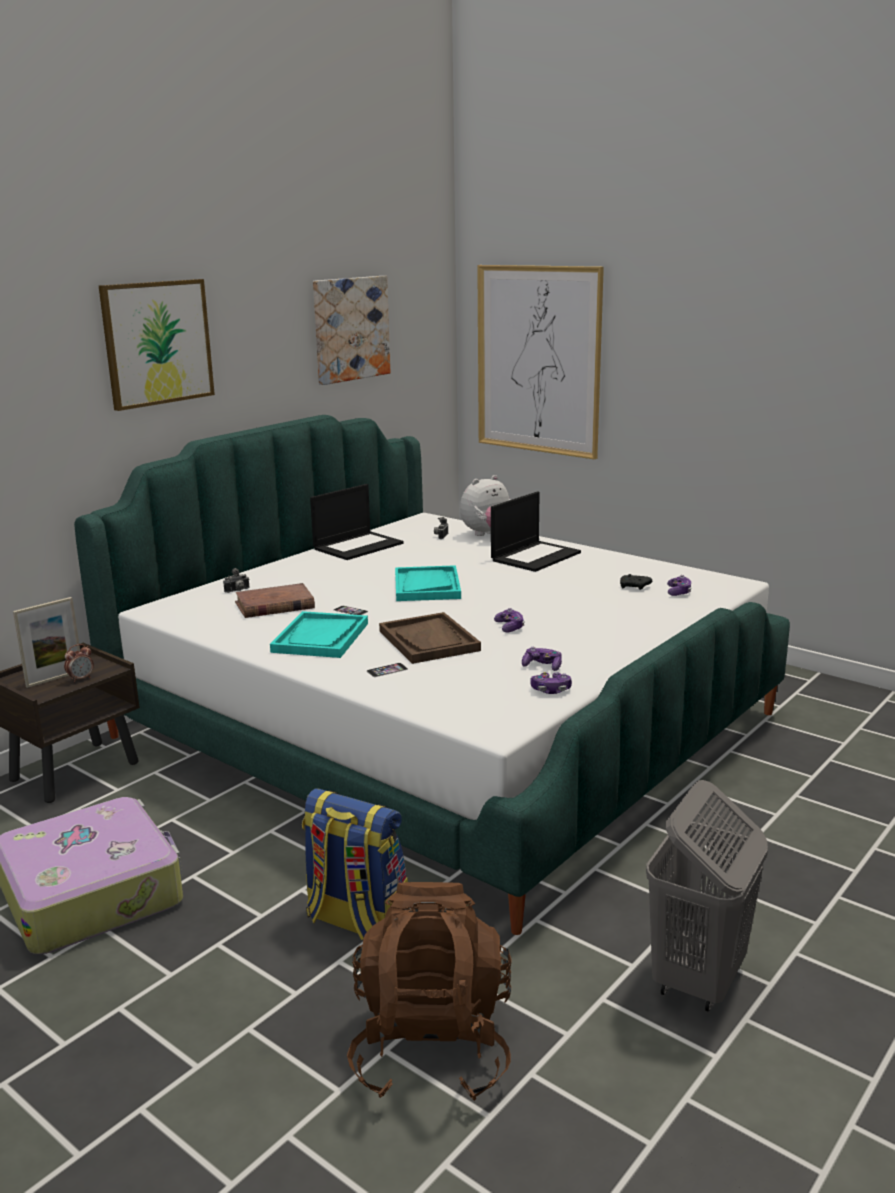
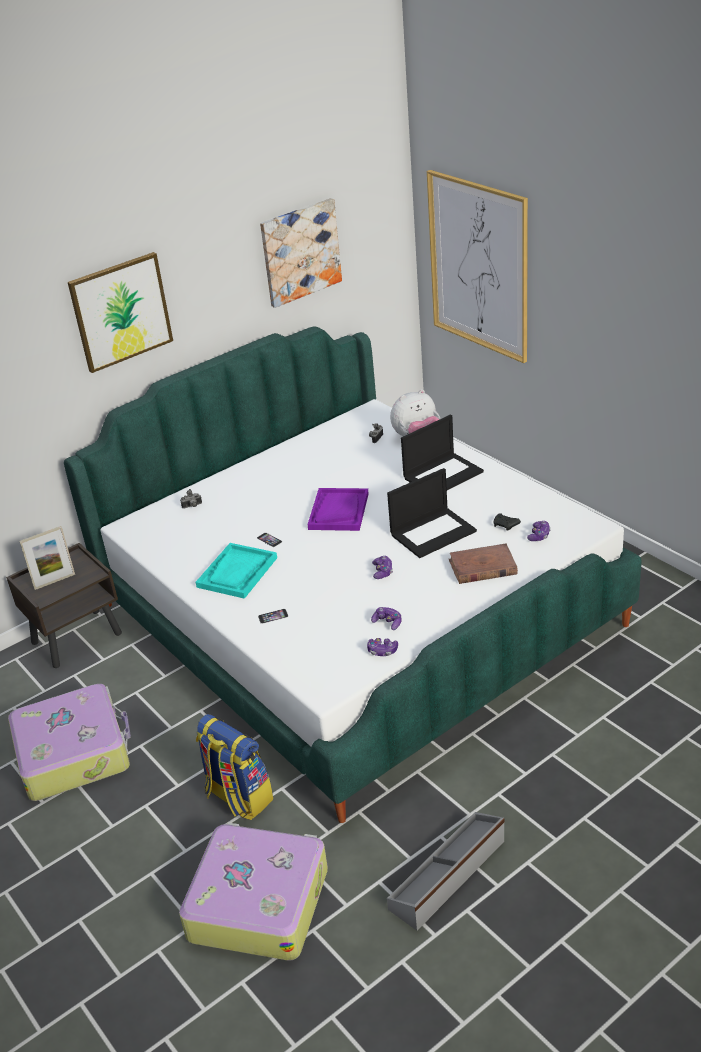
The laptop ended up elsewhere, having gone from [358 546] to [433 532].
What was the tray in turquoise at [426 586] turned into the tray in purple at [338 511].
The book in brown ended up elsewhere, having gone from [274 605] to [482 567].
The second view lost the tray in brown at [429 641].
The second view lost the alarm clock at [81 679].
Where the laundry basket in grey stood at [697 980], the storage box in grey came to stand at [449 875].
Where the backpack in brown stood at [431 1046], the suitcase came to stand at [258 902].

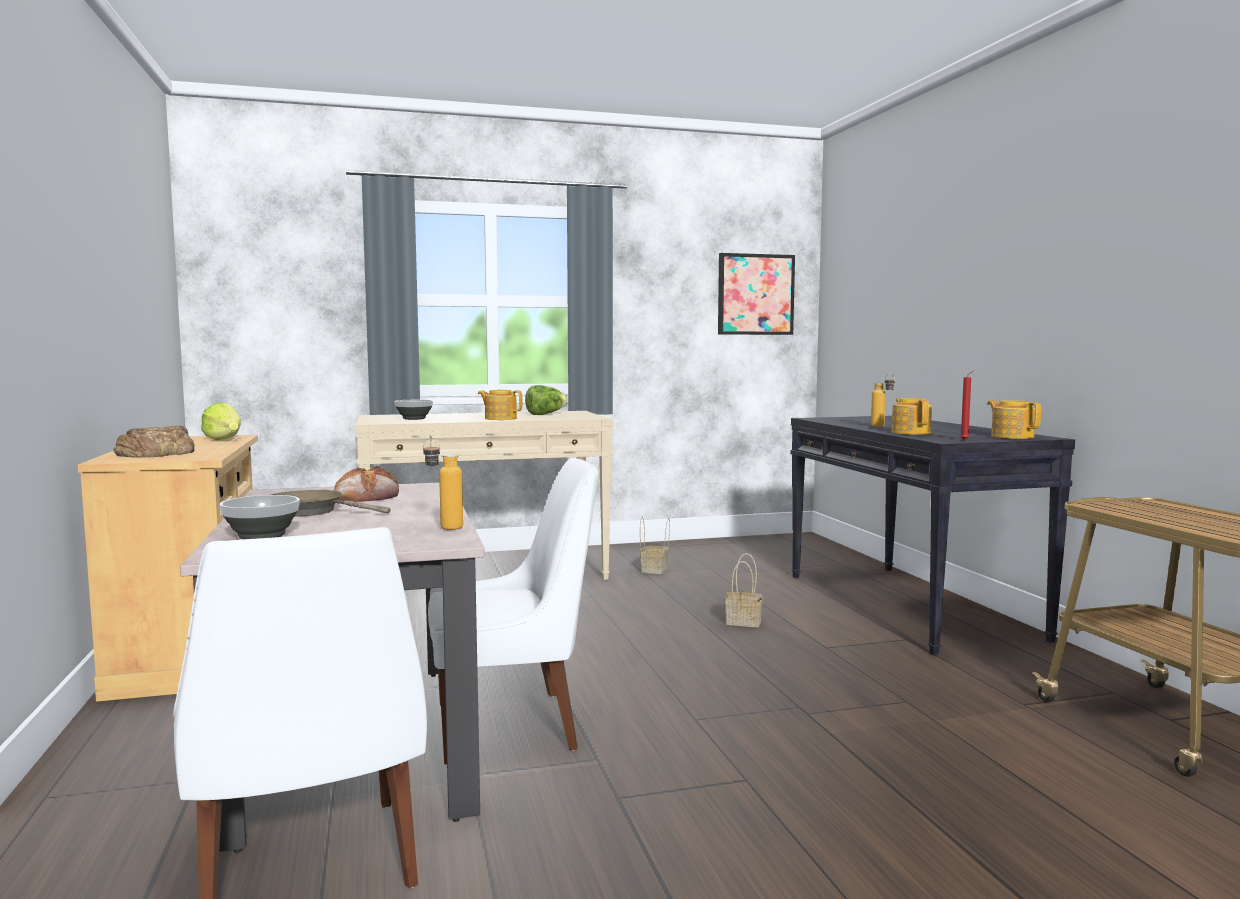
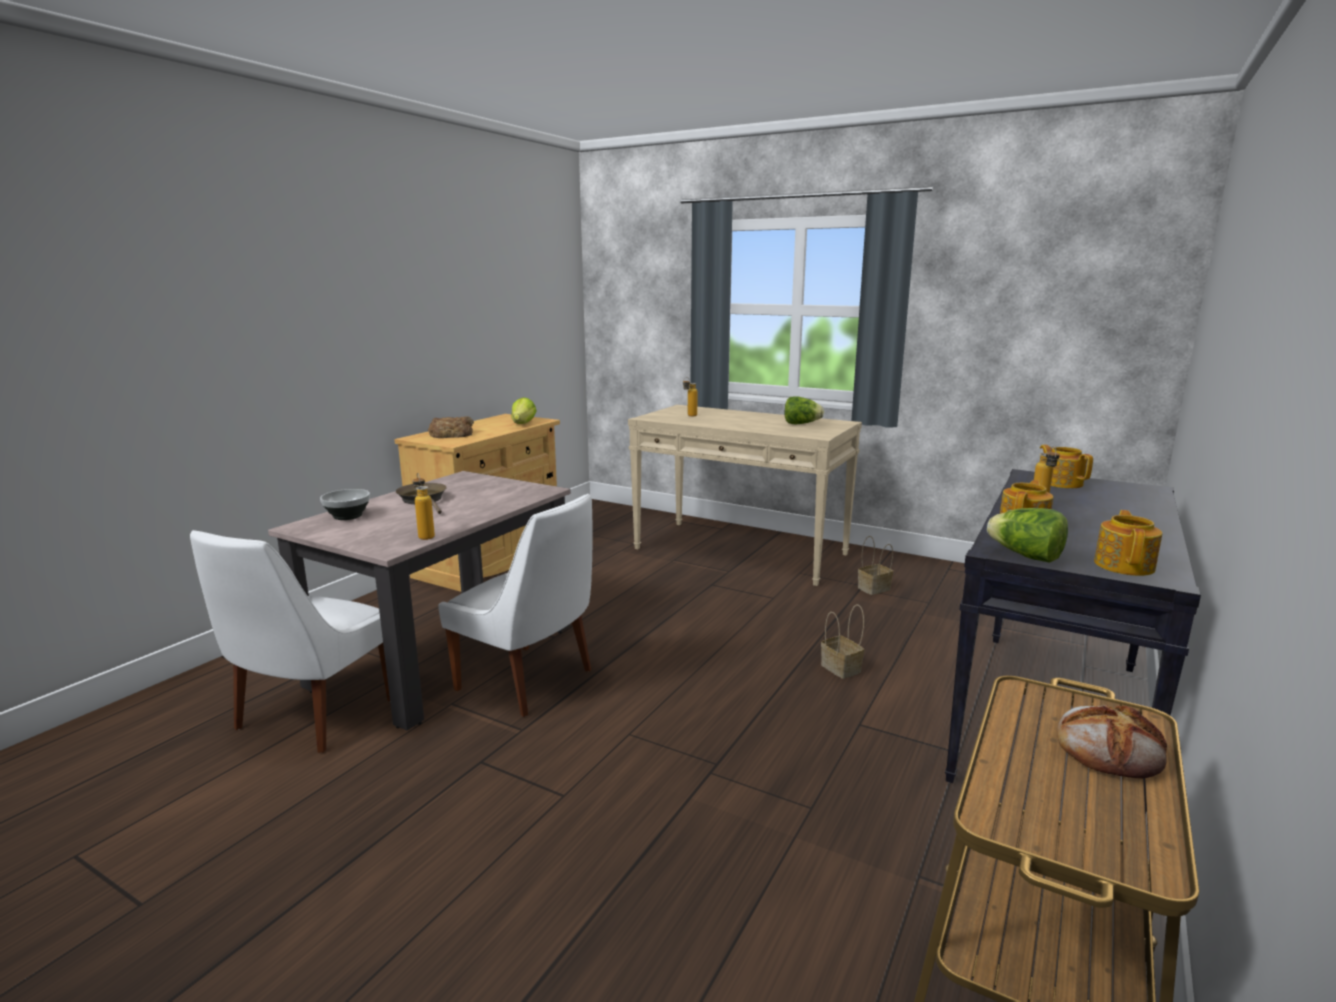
The second view lost the picture at [755 294].
Where the candle in red stood at [965 440], the lettuce came to stand at [1026 556].
The teapot ended up elsewhere, having gone from [500 418] to [1061 483].
Where the bowl stood at [414 418], the bottle came to stand at [689 416].
The bread ended up elsewhere, having gone from [367 496] to [1110 748].

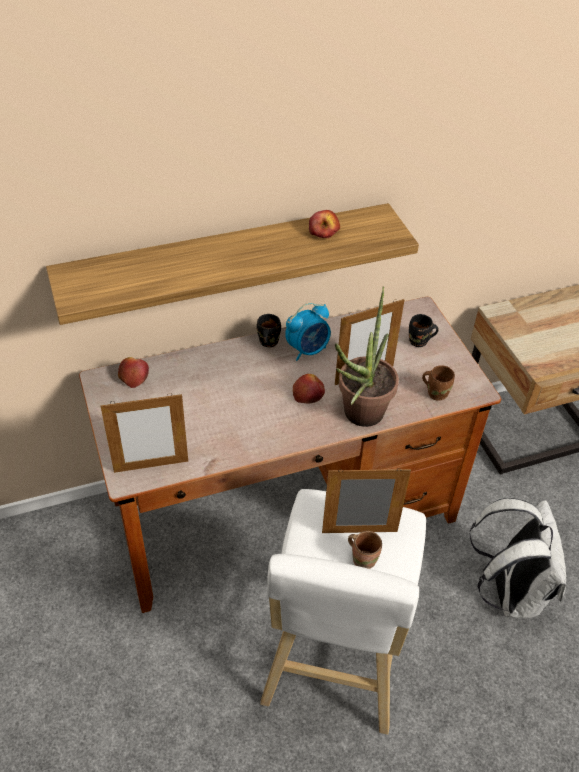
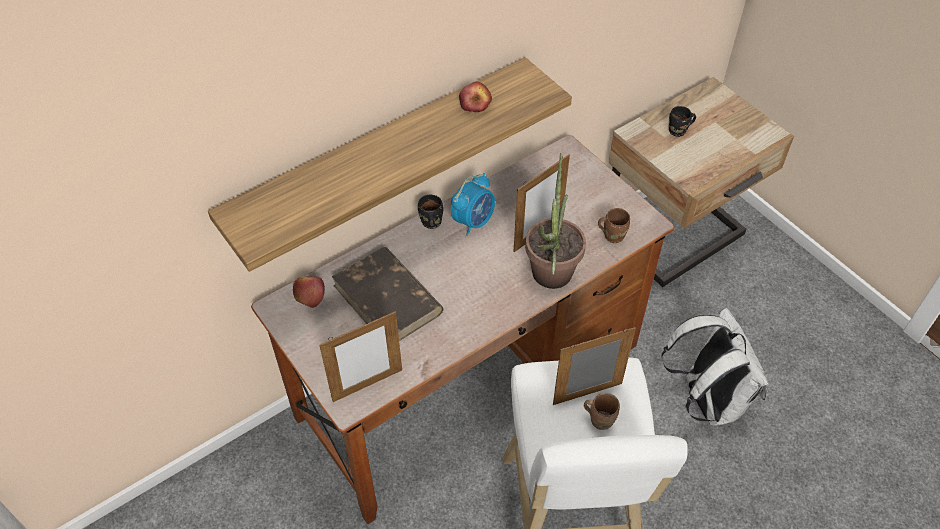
The mug in black ended up elsewhere, having gone from [419 342] to [678 131].
The second view lost the apple at [308 393].
The second view gained the book in brown at [388 300].

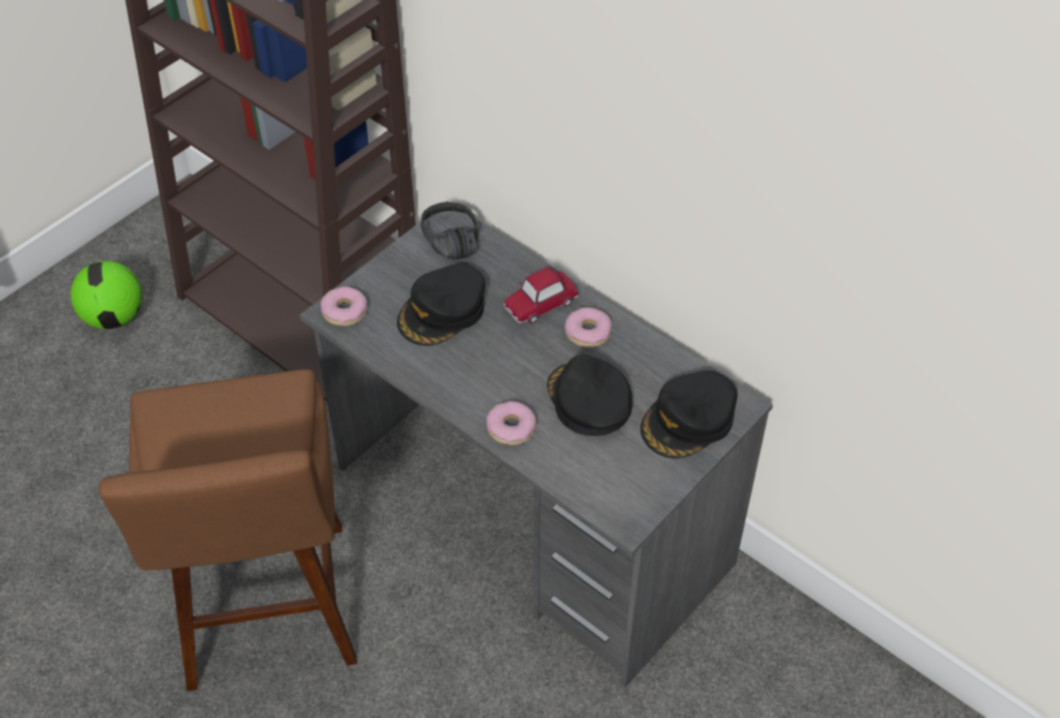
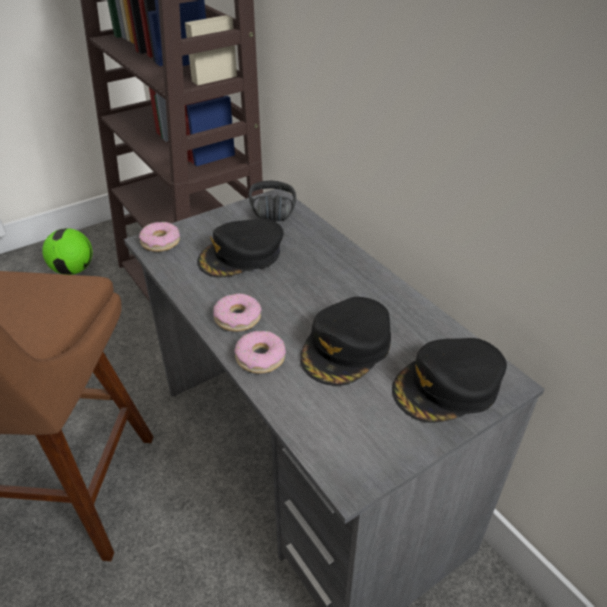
The second view lost the toy car at [540 303].
The donut ended up elsewhere, having gone from [588 332] to [237 318].
The cap in black at [588 400] ended up facing another way, 135 degrees counterclockwise from before.

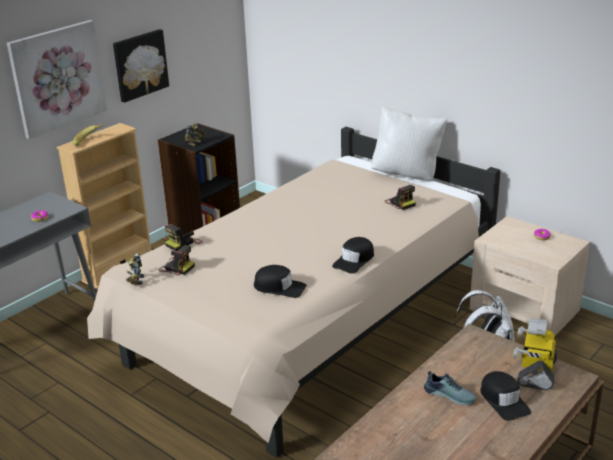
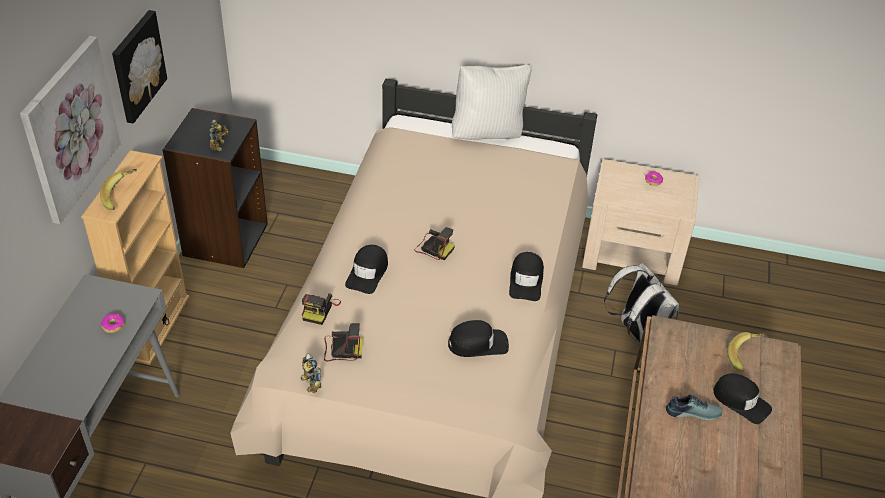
The photo camera ended up elsewhere, having gone from [400 203] to [433 248].
Where the toy robot stood at [535 371], the banana came to stand at [746 357].
The second view gained the cap in black at [368 273].

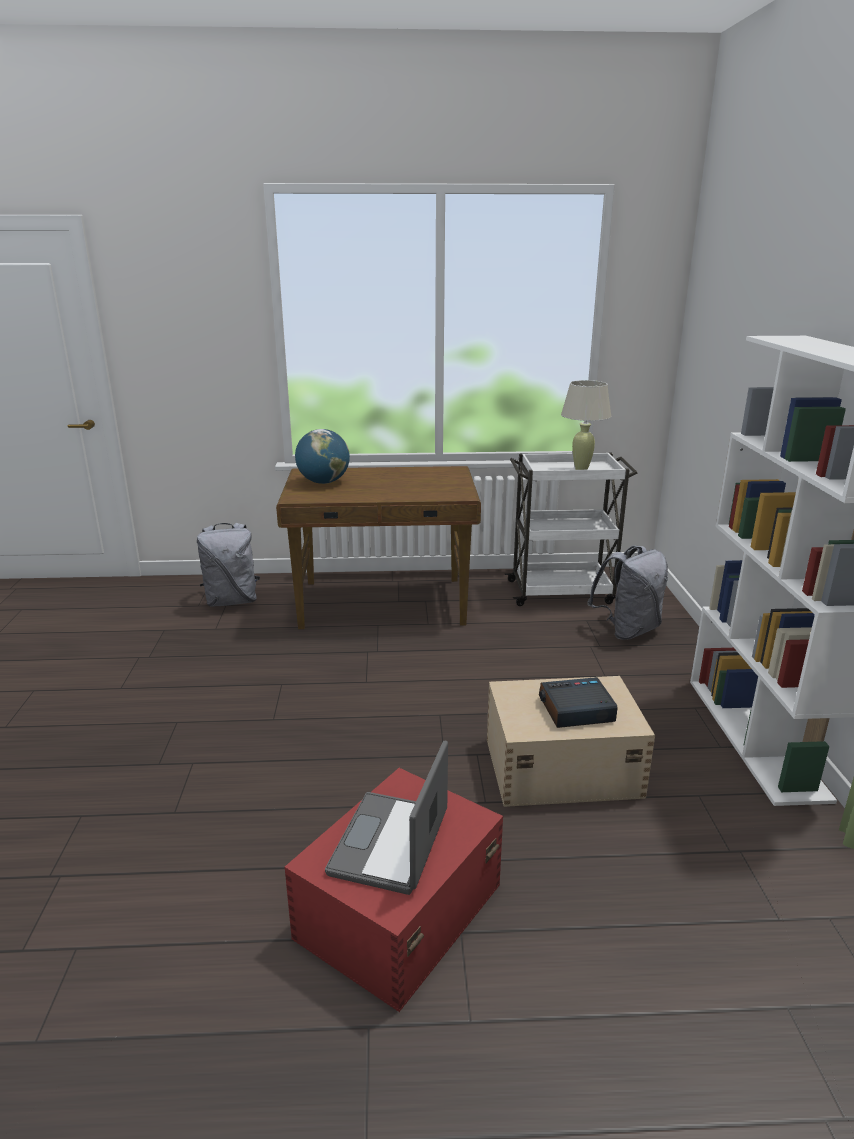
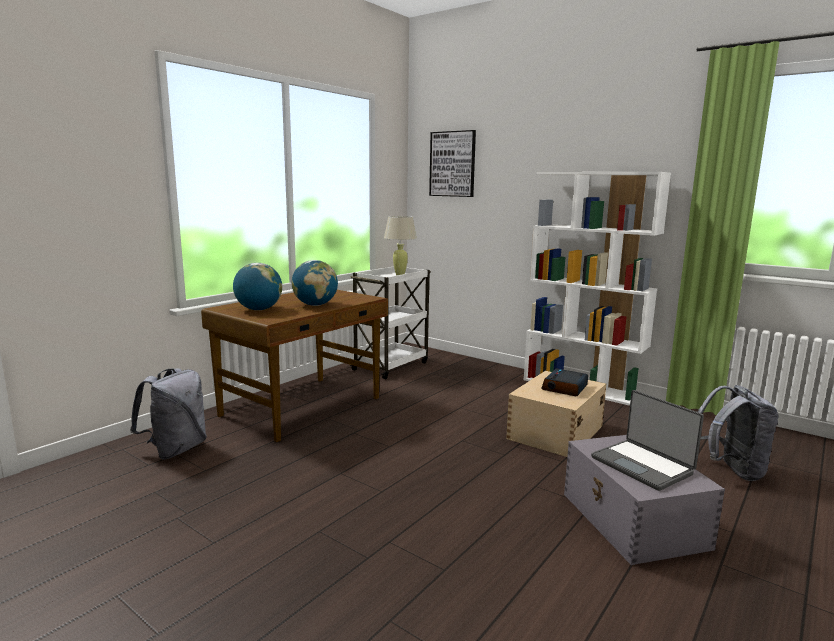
The backpack in grey ended up elsewhere, having gone from [627 630] to [730 470].
What was the storage box in red at [397 912] turned into the storage box in grey at [633 521].
The second view gained the picture at [452 164].
The second view gained the globe at [315 305].

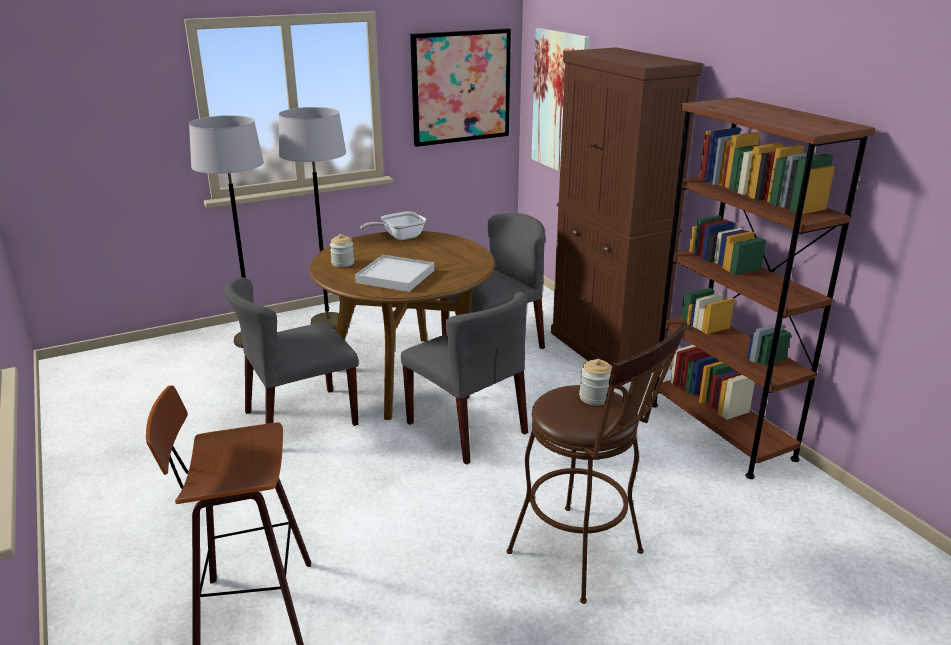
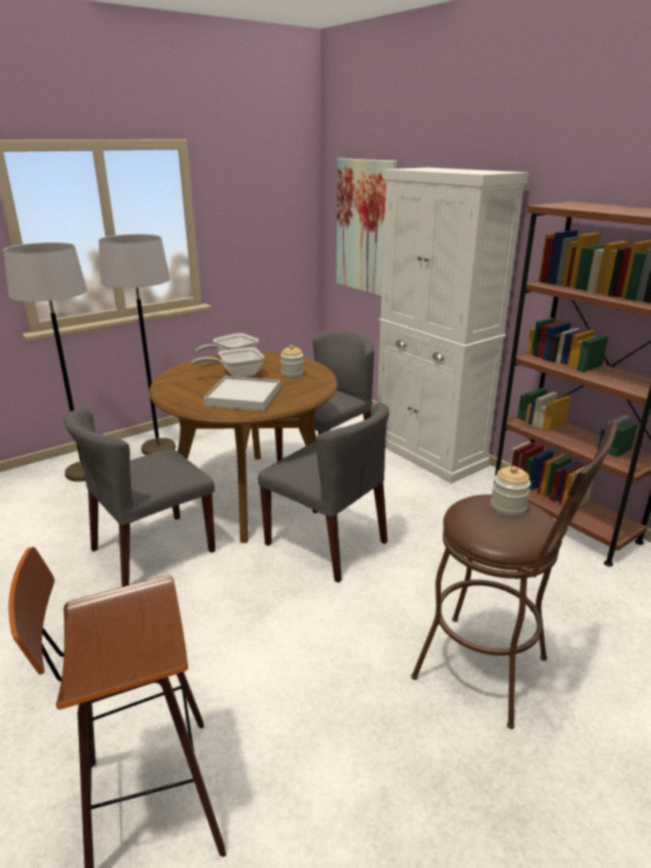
The second view lost the picture at [461 87].
What was the cabinet in brown at [605 350] turned into the cabinet in white at [429 453].
The jar ended up elsewhere, having gone from [343 263] to [292 374].
The second view gained the frying pan at [236 374].

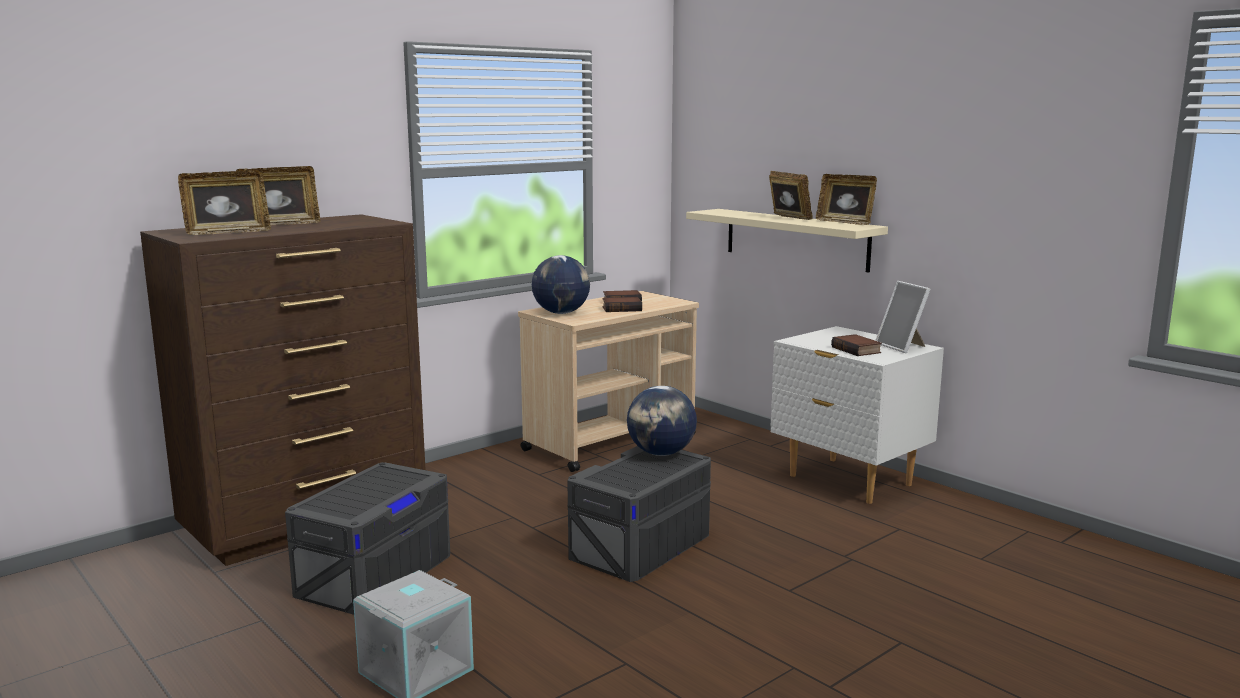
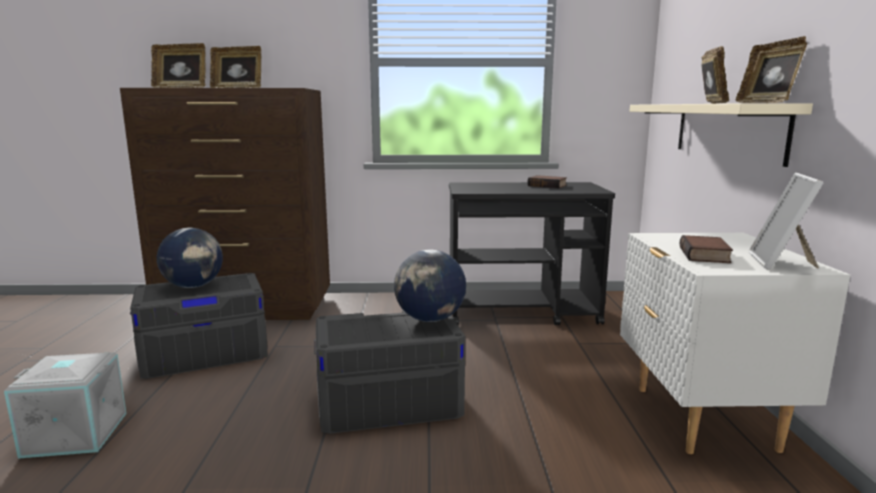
The globe ended up elsewhere, having gone from [561 313] to [194 286].
What was the cart in beige at [611 442] turned into the cart in black at [523 312].
The second view lost the book at [622 308].

